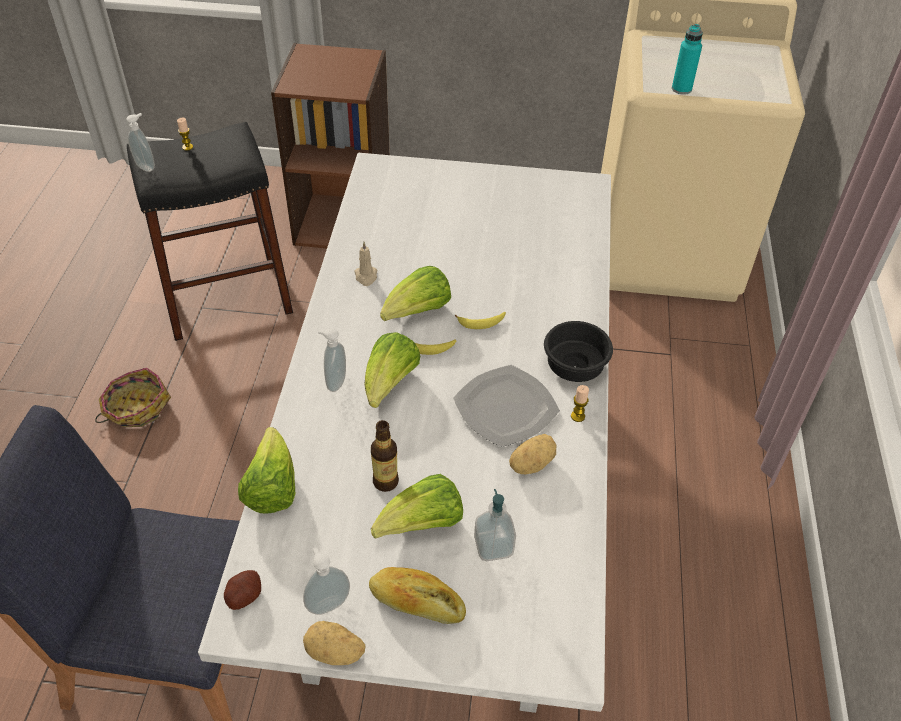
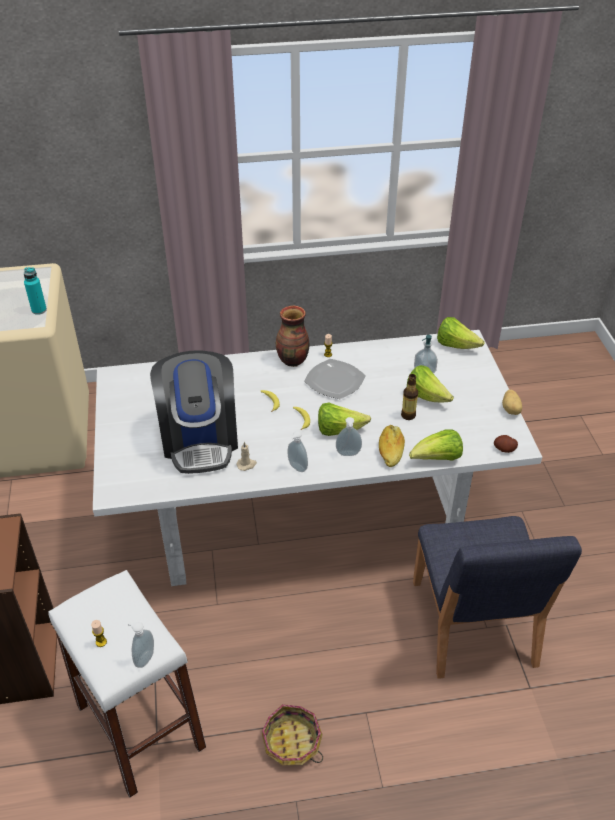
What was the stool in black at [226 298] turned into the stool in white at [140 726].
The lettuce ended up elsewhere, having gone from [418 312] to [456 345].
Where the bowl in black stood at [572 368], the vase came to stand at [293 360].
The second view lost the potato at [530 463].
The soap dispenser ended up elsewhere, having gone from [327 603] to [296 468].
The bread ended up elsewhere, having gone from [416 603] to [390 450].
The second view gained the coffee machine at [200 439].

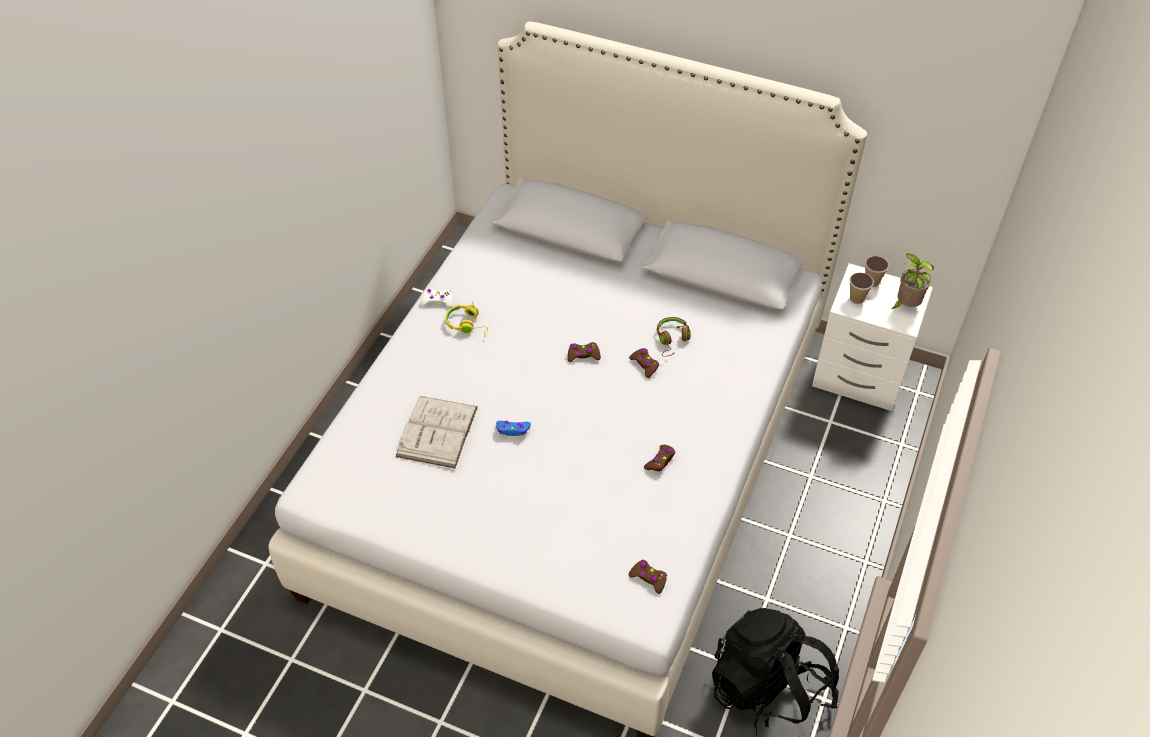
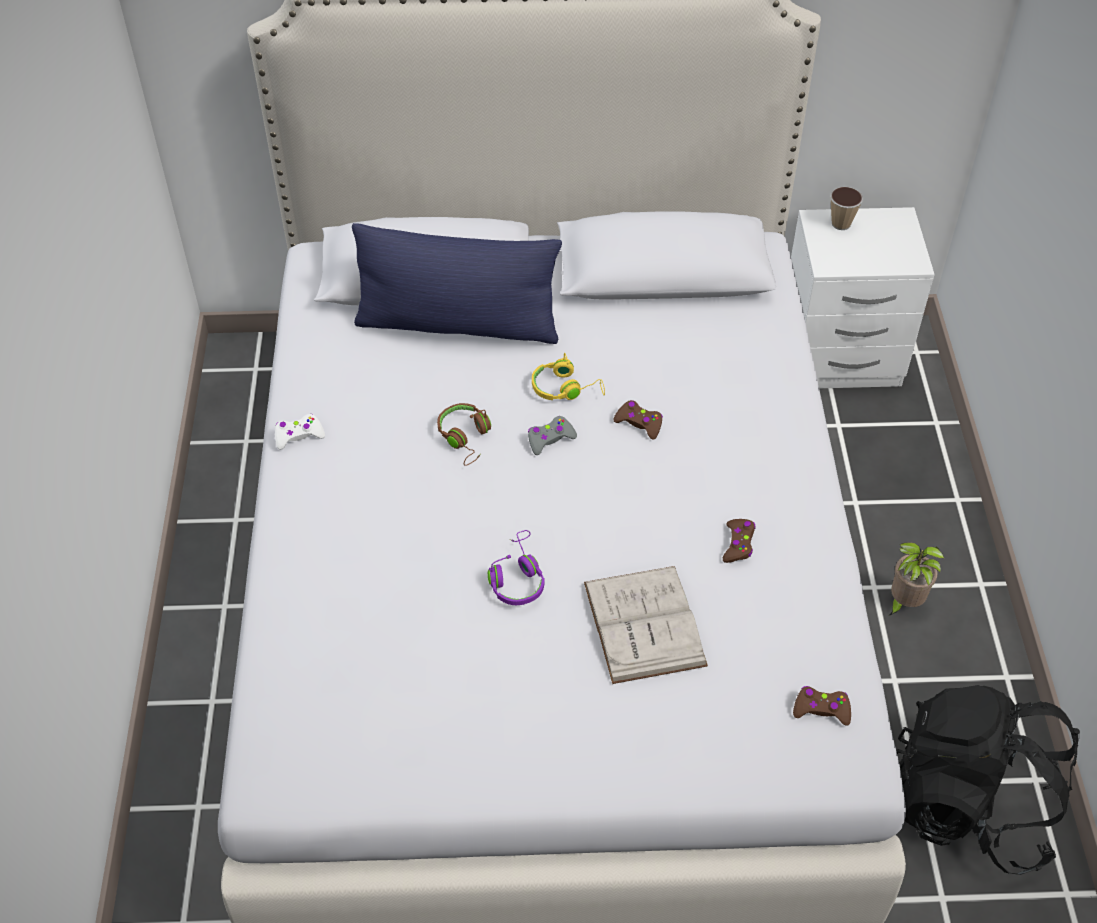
The potted plant ended up elsewhere, having gone from [905 305] to [903 602].
The second view lost the cup at [856 298].
The headphones in yellow ended up elsewhere, having gone from [468 325] to [566 388].
The headphones in brown ended up elsewhere, having gone from [672 340] to [466 438].
What was the game controller in brown at [583 355] turned into the game controller in grey at [550 439].
The book in white ended up elsewhere, having gone from [437 431] to [644 623].
Where the game controller in blue stood at [513 430], the headphones in purple came to stand at [516 577].
The second view gained the pillow in blue at [458 324].

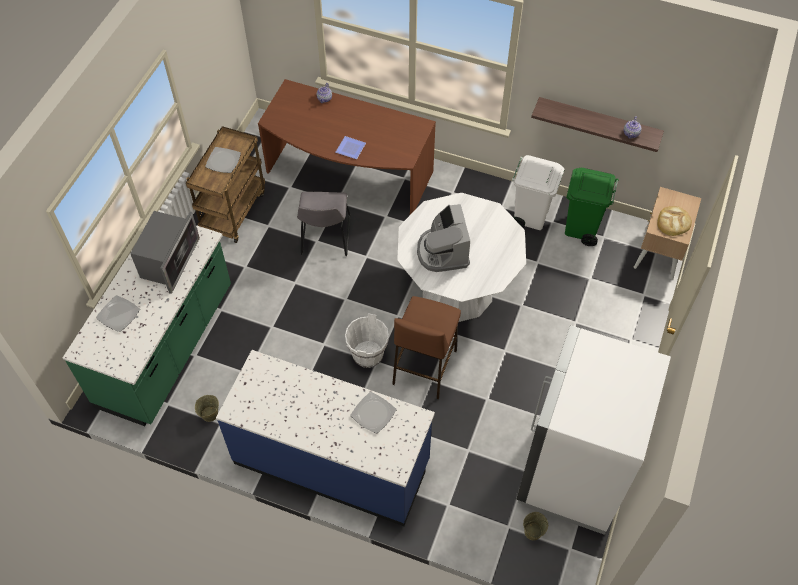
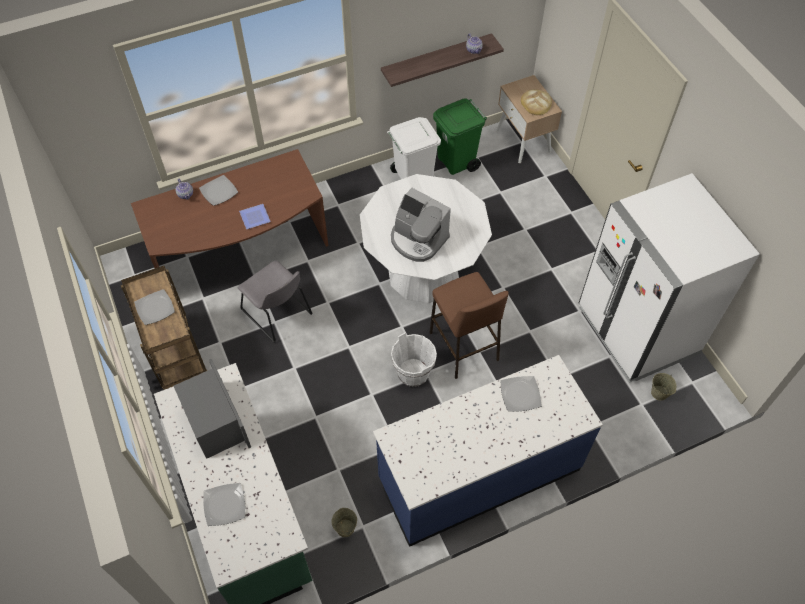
The second view gained the plate at [218 191].

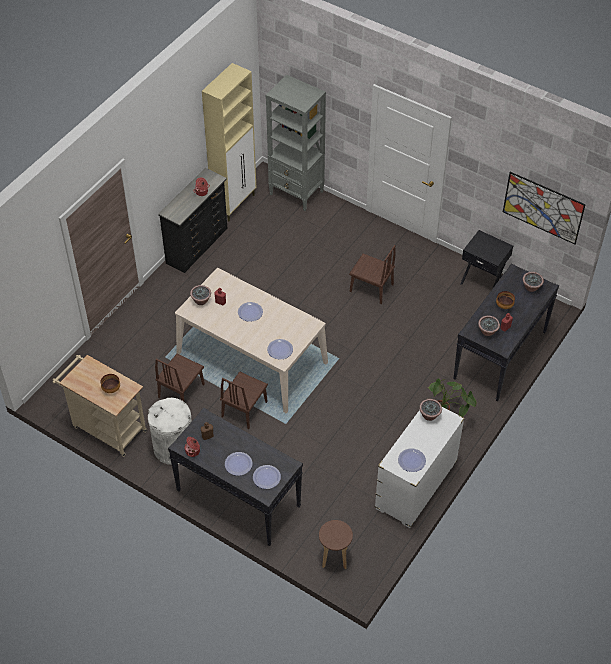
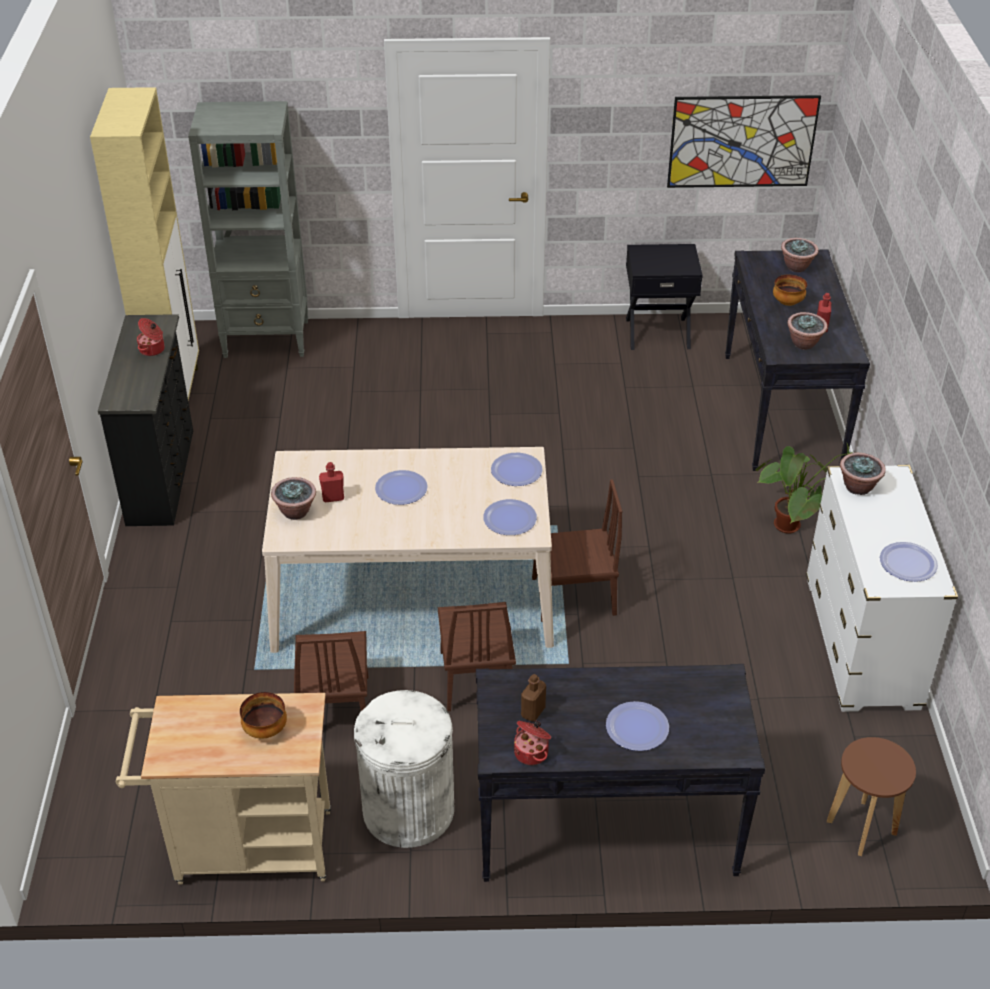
The chair in brown ended up elsewhere, having gone from [371 288] to [573 596].
The plate ended up elsewhere, having gone from [266 477] to [516 470].

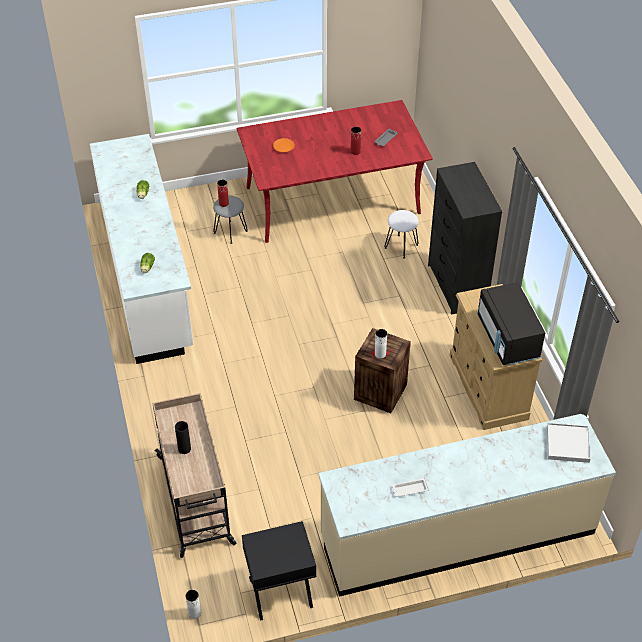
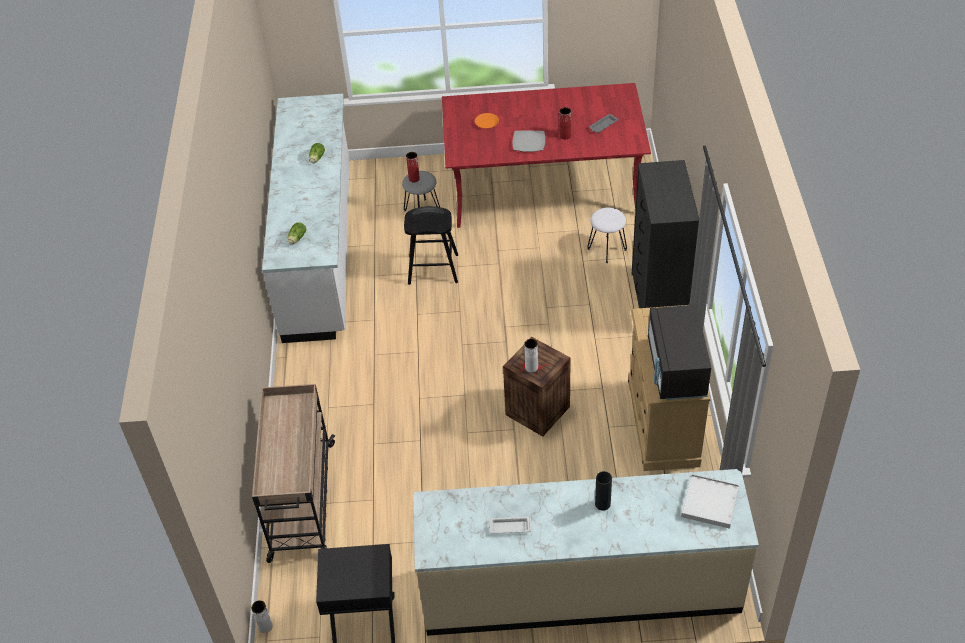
The vase in black ended up elsewhere, having gone from [184 449] to [602 504].
The second view gained the plate at [528 142].
The second view gained the stool in black at [433 269].

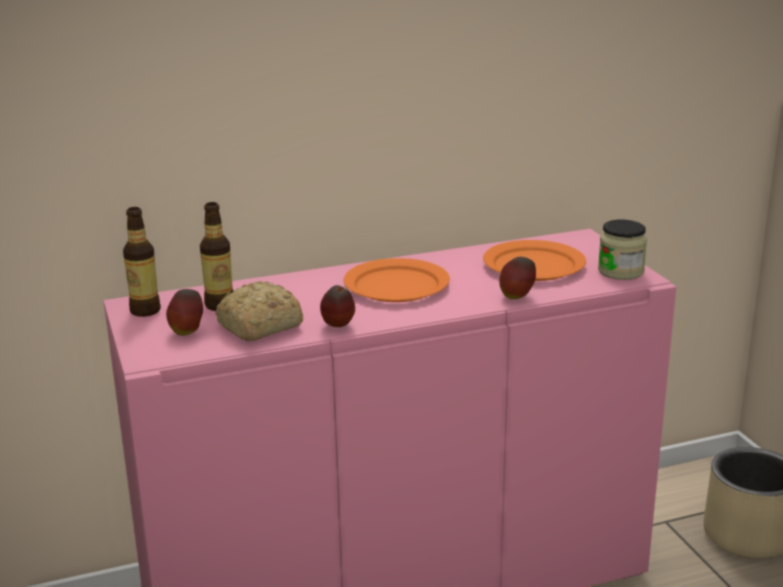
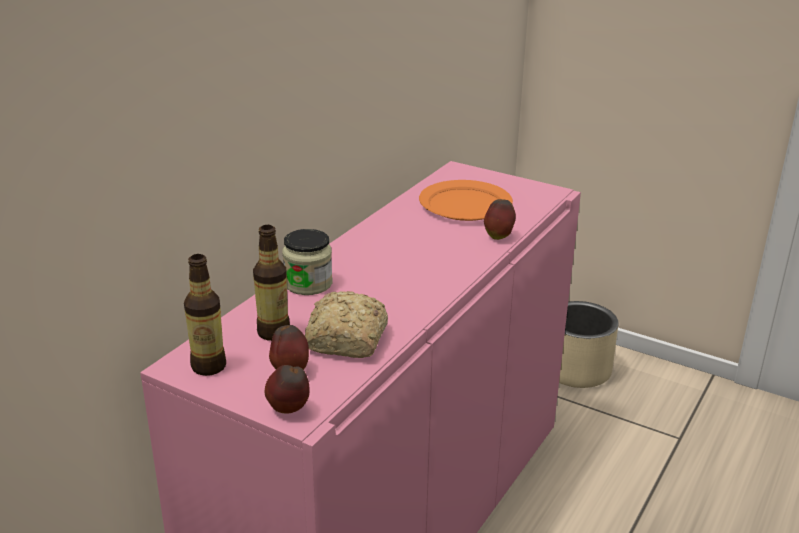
The jar ended up elsewhere, having gone from [620 271] to [308 283].
The second view lost the plate in orange at [395 285].
The apple ended up elsewhere, having gone from [338 327] to [289 410].

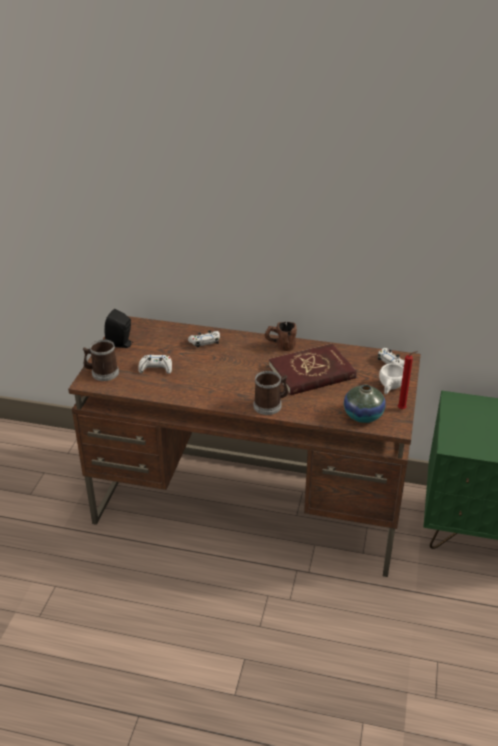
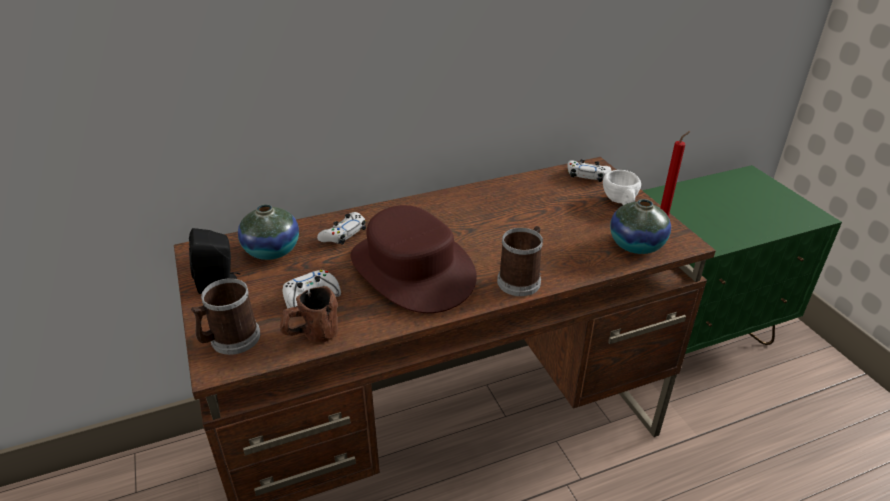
The mug in brown ended up elsewhere, having gone from [280 346] to [311 336].
The second view lost the book in red at [312 373].
The second view gained the vase at [272 250].
The second view gained the hat in brown at [411 270].

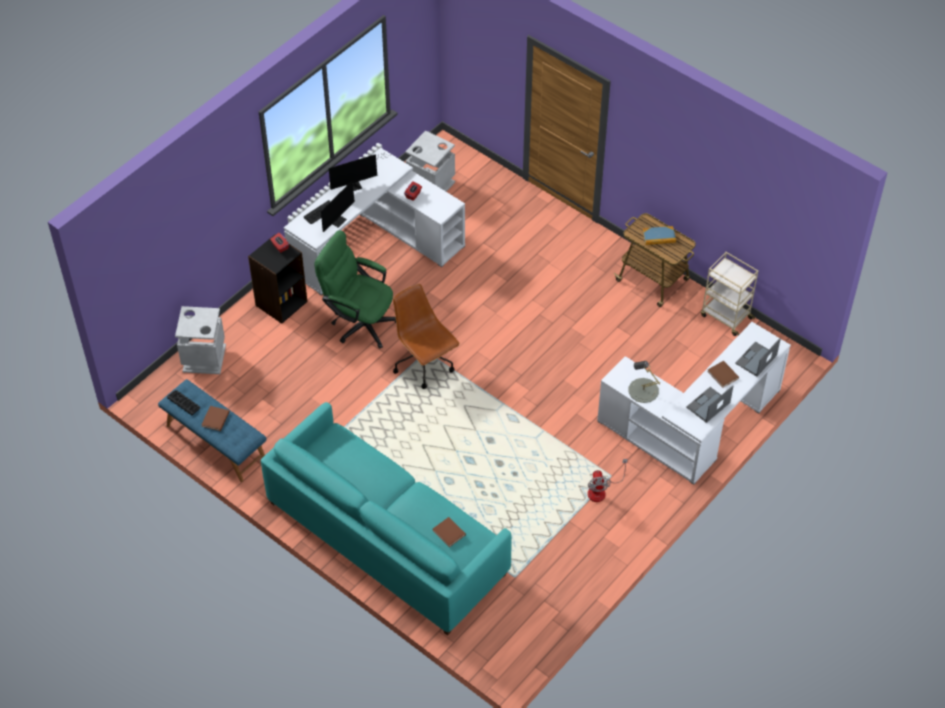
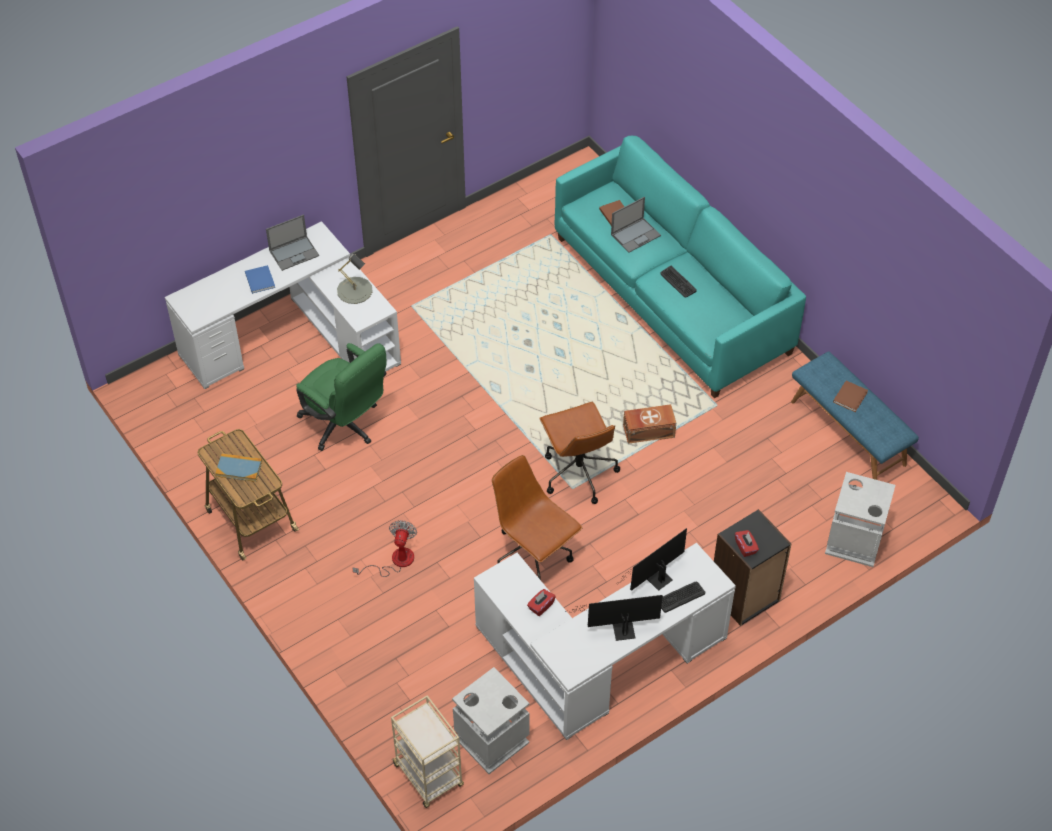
The office chair in green ended up elsewhere, having gone from [359 322] to [345 426].
The cart in beige ended up elsewhere, having gone from [725 316] to [429 776].
The laptop ended up elsewhere, having gone from [756 360] to [636 235].
What was the book in brown at [723 375] turned into the book in blue at [259 279].
The keyboard ended up elsewhere, having gone from [183 402] to [678 282].
The fan ended up elsewhere, having gone from [601 490] to [395 561].
The second view gained the storage box in brown at [648 431].
The second view gained the office chair in brown at [533 556].

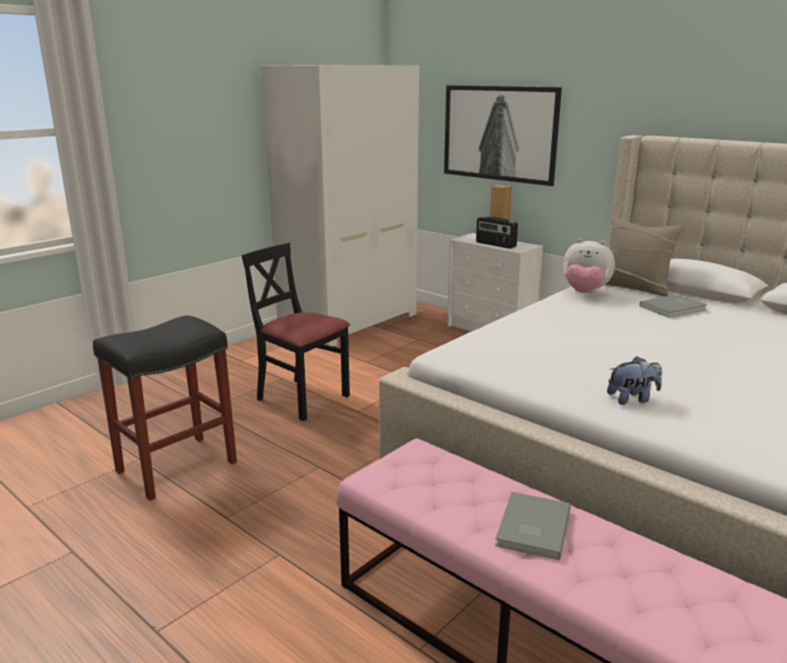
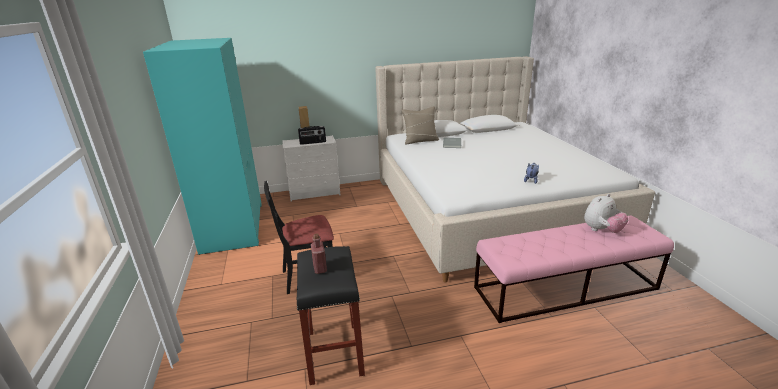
What was the wardrobe in white at [349 322] turned into the wardrobe in turquoise at [232 226].
The second view lost the picture at [499 133].
The plush toy ended up elsewhere, having gone from [584 293] to [601 230].
The second view lost the book in grey at [531 528].
The second view gained the bottle in red at [320 268].

